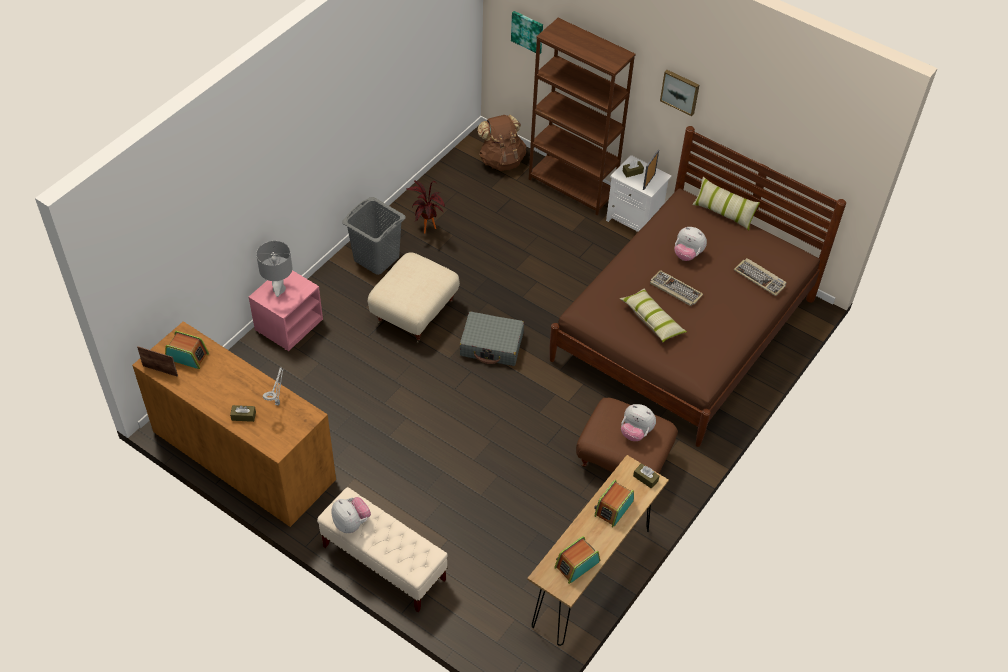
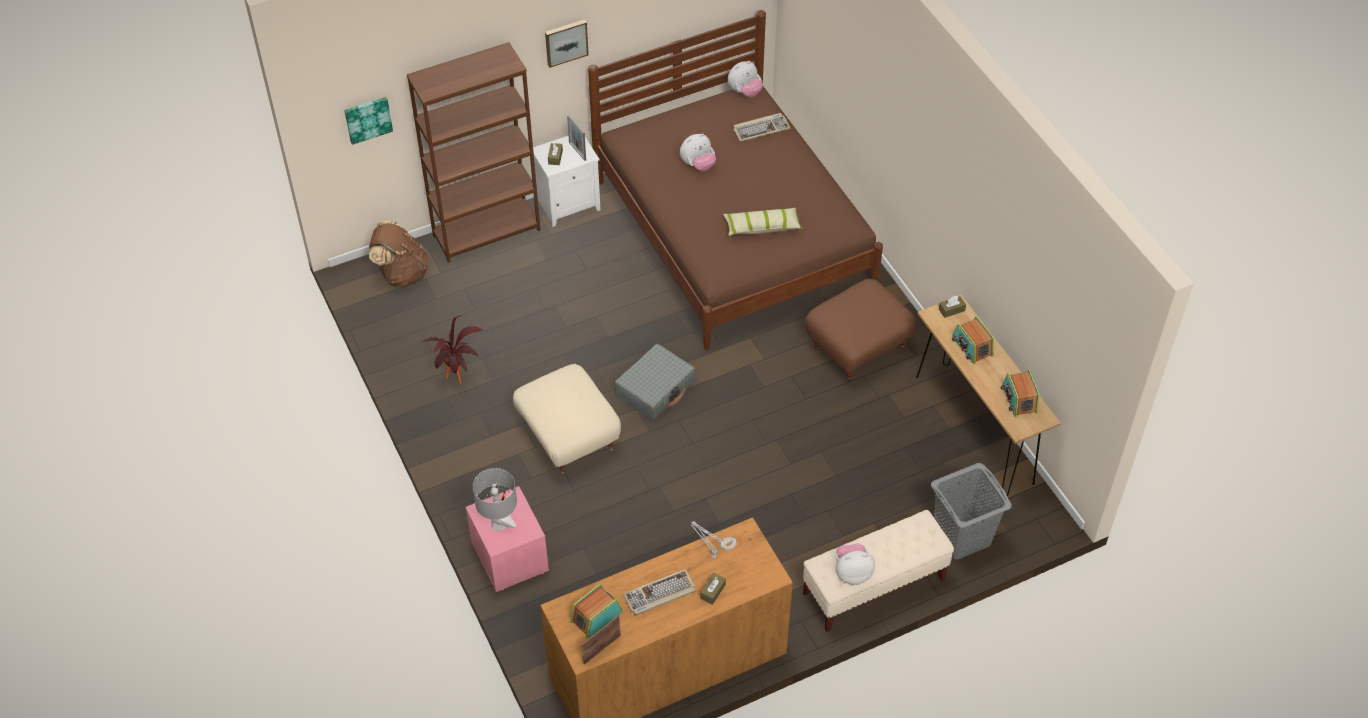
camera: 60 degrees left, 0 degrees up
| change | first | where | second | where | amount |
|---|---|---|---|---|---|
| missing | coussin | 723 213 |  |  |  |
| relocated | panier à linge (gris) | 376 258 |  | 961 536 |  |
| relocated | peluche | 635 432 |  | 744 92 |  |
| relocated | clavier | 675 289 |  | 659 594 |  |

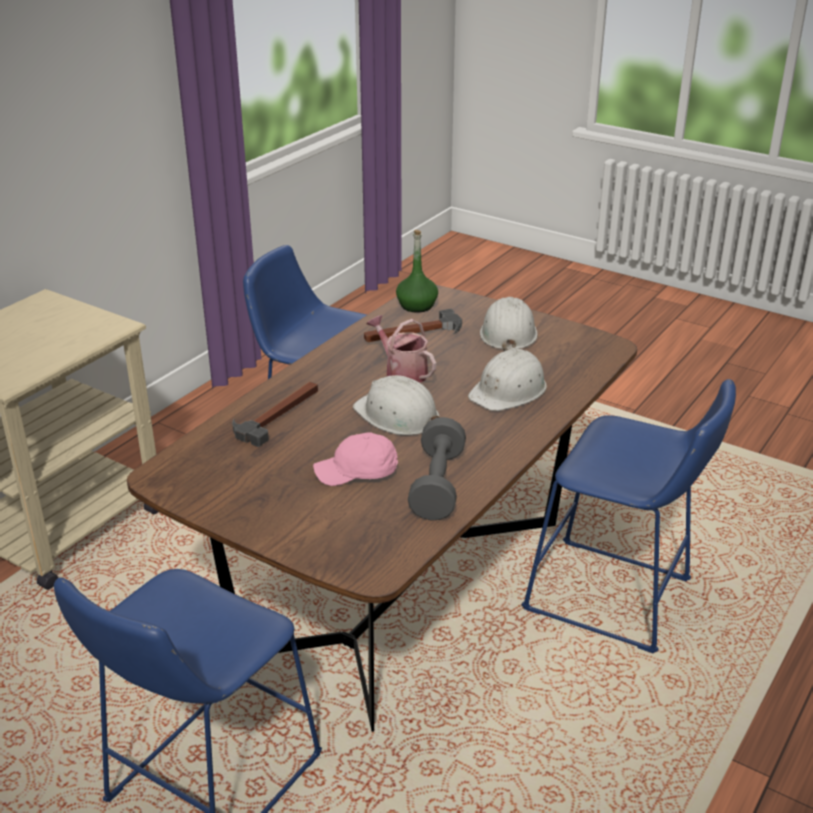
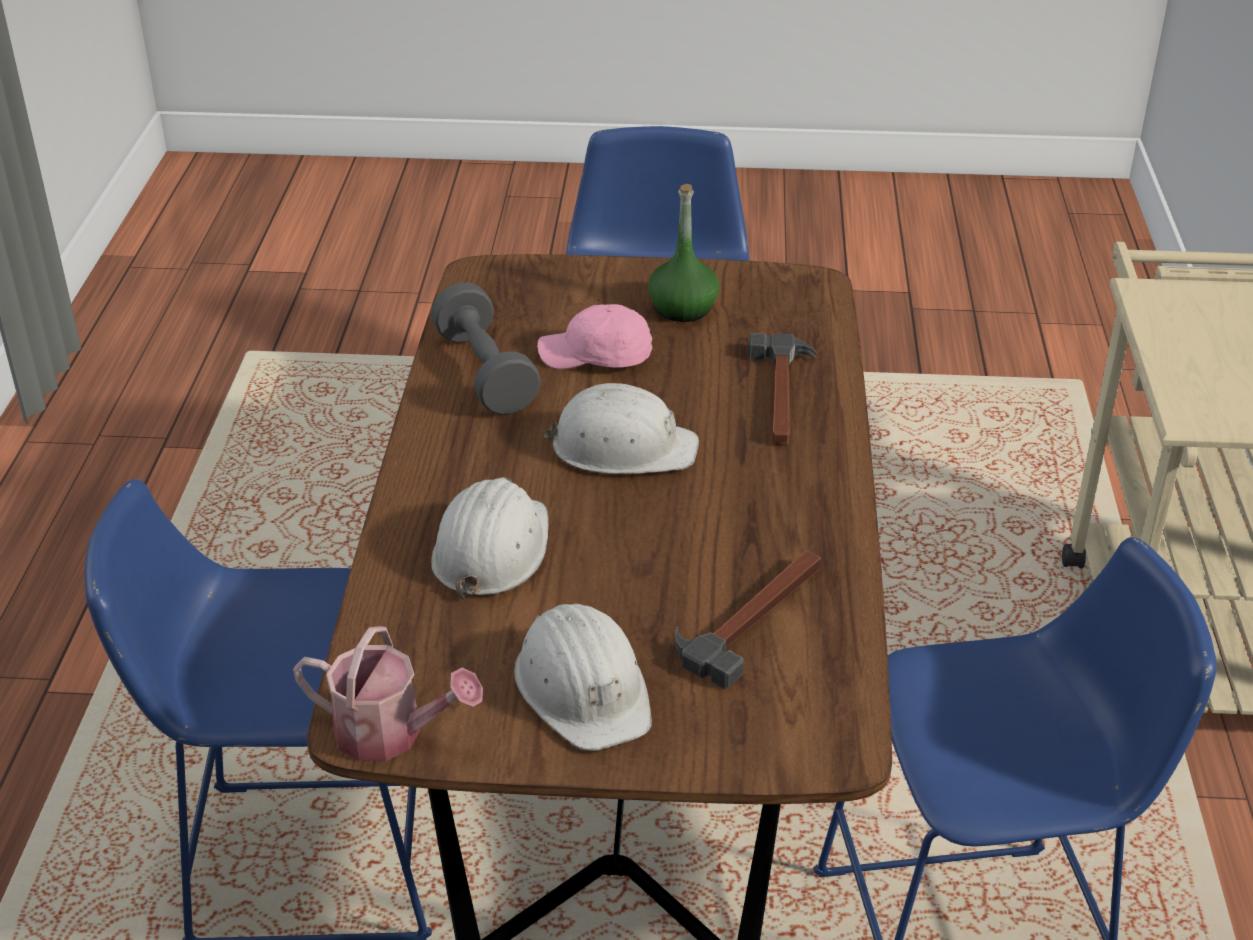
camera: 150 degrees right, 5 degrees up
| change | first | where | second | where | amount |
|---|---|---|---|---|---|
| relocated | arrosoir | 402 372 |  | 390 733 |  |
| relocated | bouteille (vert) | 417 305 |  | 683 308 |  |
| spun | casquette (rose) | 357 472 |  | 596 357 | 135 degrees counterclockwise |

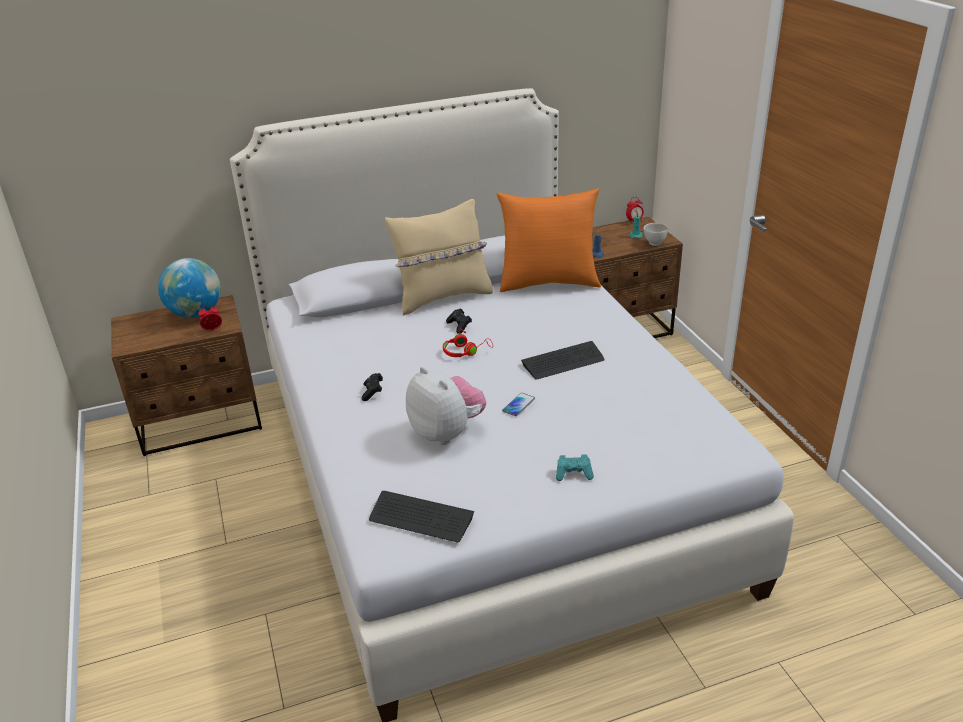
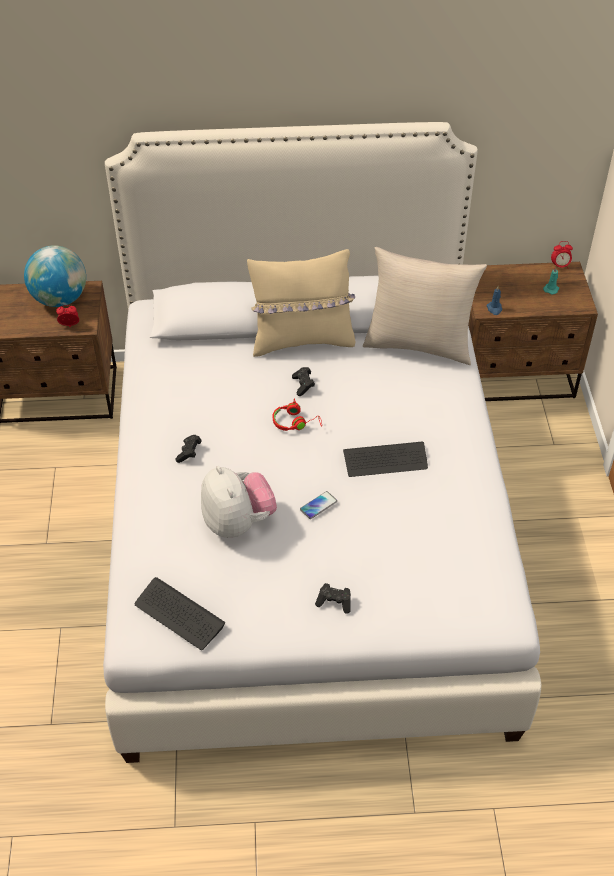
camera: 15 degrees right, 15 degrees up
| change | first | where | second | where | amount |
|---|---|---|---|---|---|
| missing | bol (blanc) | 654 243 |  |  |  |
| colour | coussin (orange) | 548 282 | coussin (beige) | 419 344 |  |
| colour | manette (turquoise) | 574 474 | manette (noir) | 334 602 |  |

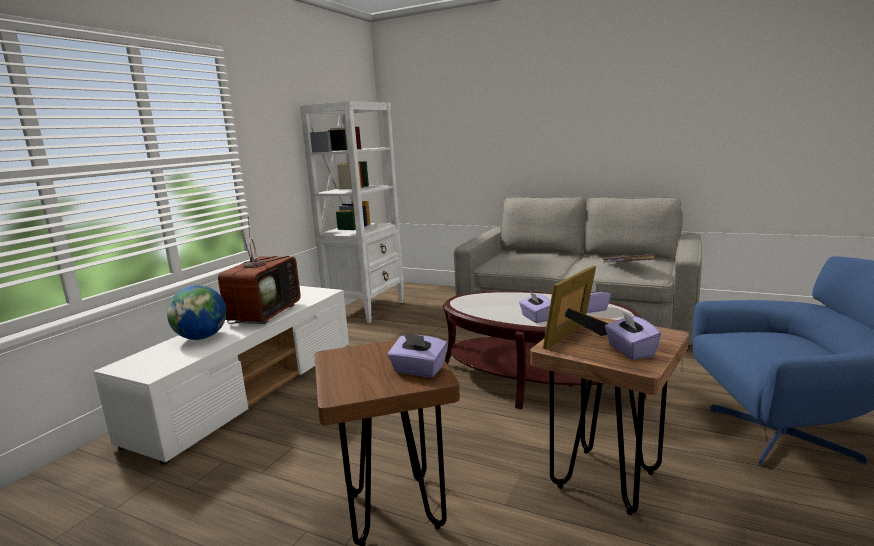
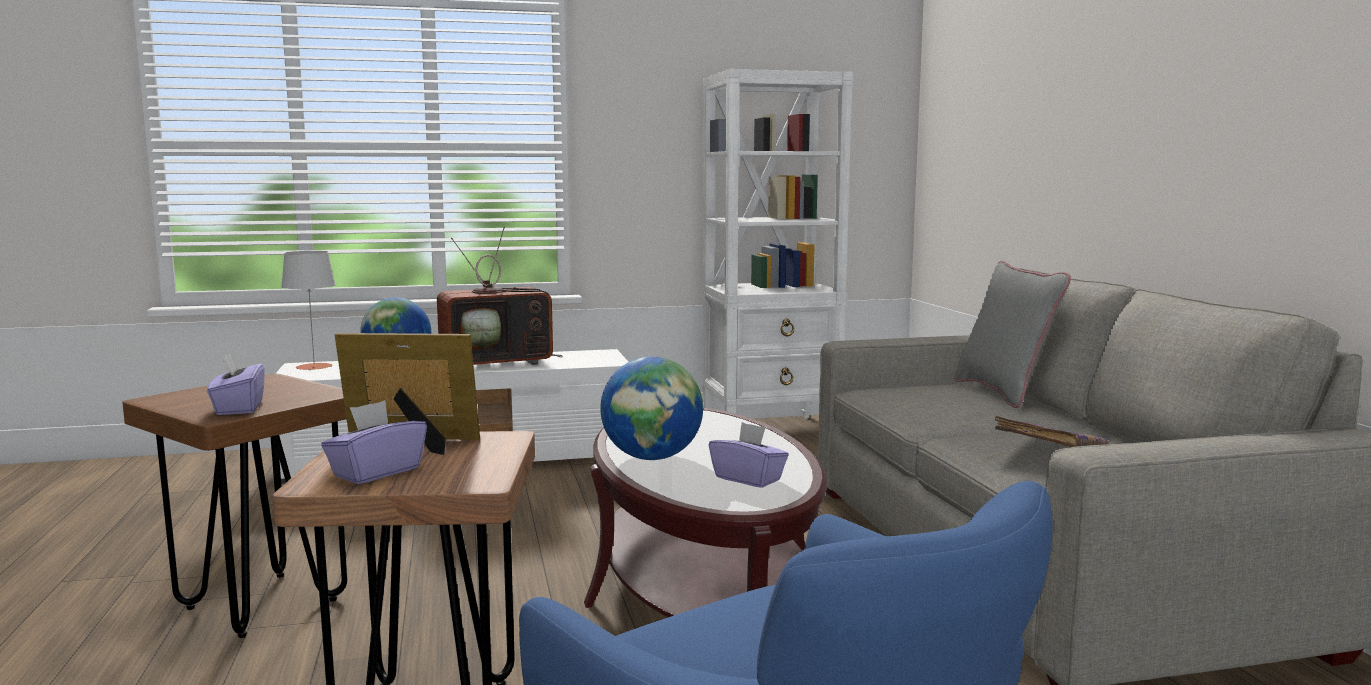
camera: 50 degrees right, 5 degrees down
| change | first | where | second | where | amount |
|---|---|---|---|---|---|
| appeared |  |  | lampe de table (gris) | 314 366 |  |
| appeared |  |  | coussin (gris) | 1004 393 |  |
| exchanged | boîte à mouchoirs (violet) | 536 318 | globe | 652 458 |  |

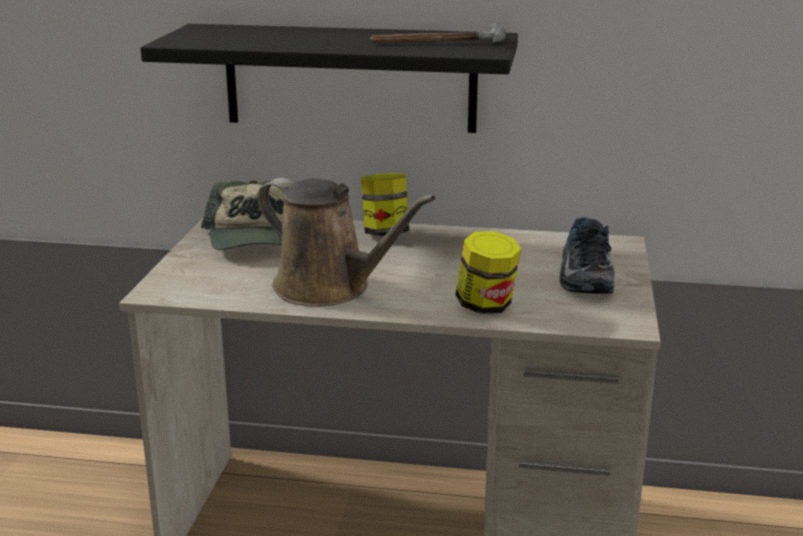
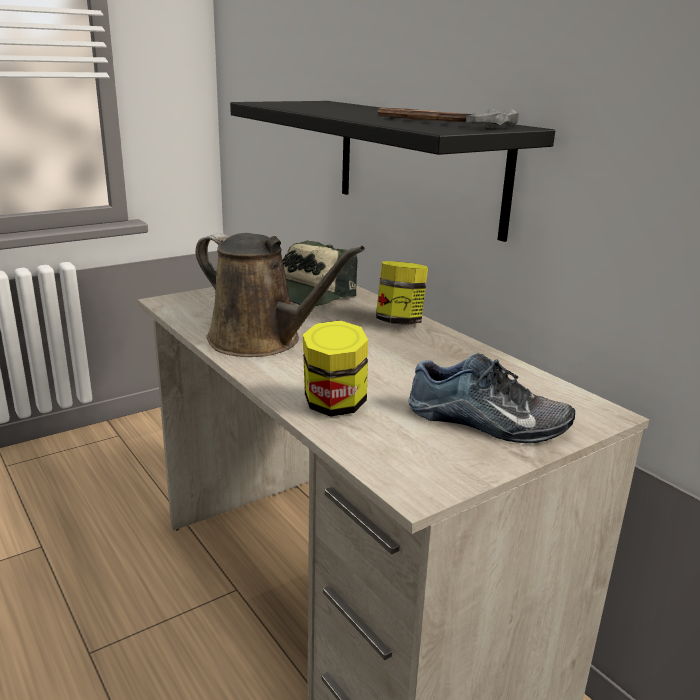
camera: 45 degrees right, 0 degrees up
| change | first | where | second | where | amount |
|---|---|---|---|---|---|
| spun | arrosoir (marron) | 329 289 |  | 261 341 | 45 degrees counterclockwise |
| spun | chaussure | 582 275 |  | 486 422 | 120 degrees counterclockwise |

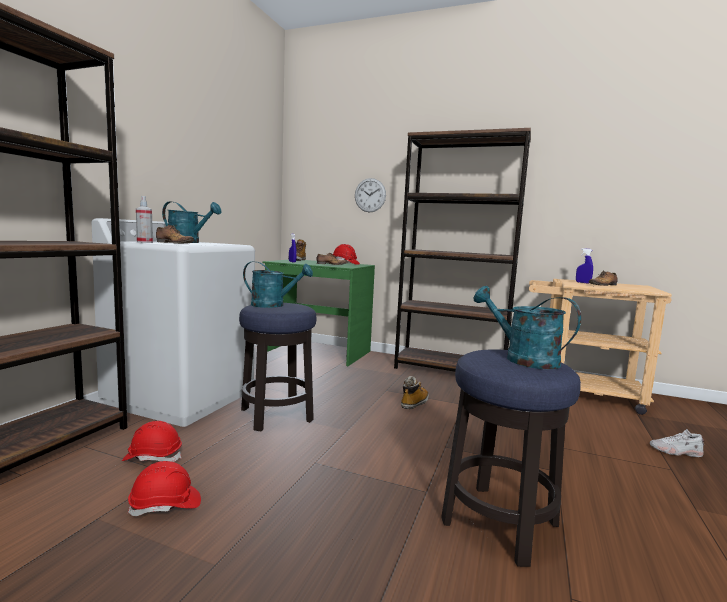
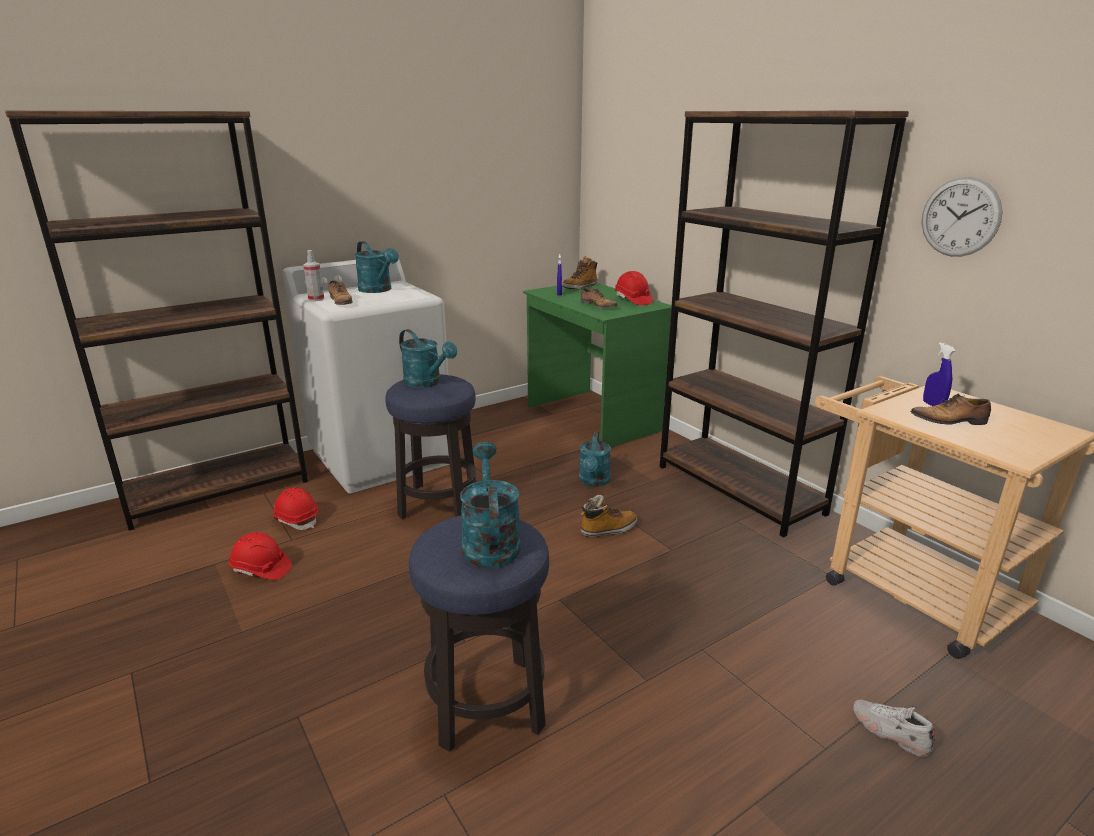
camera: 35 degrees right, 15 degrees up
| change | first | where | second | where | amount |
|---|---|---|---|---|---|
| appeared |  |  | arrosoir (turquoise) | 594 482 |  |
| relocated | horloge murale | 370 195 |  | 960 217 |  |

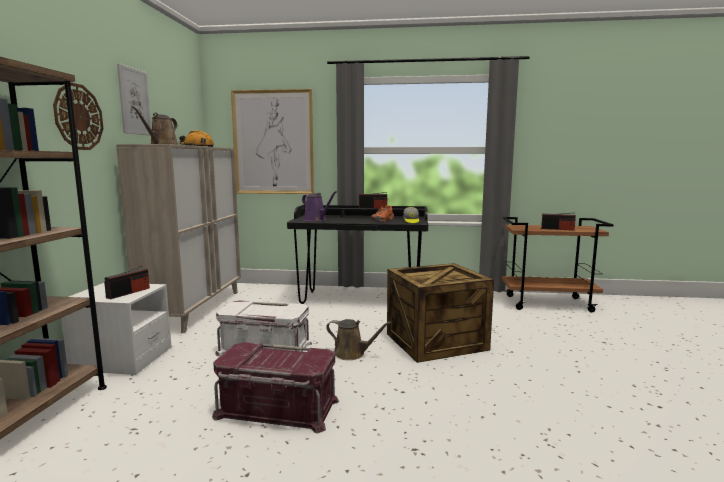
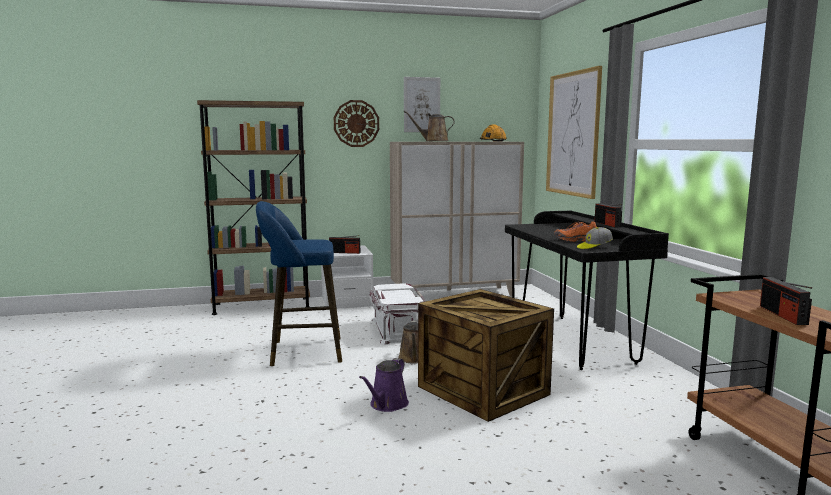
camera: 70 degrees right, 0 degrees up
| change | first | where | second | where | amount |
|---|---|---|---|---|---|
| relocated | arrosoir (violet) | 316 220 |  | 387 405 |  |
| exchanged | boîte de rangement (rouge) | 276 409 | tabouret (bleu) | 301 352 |  |

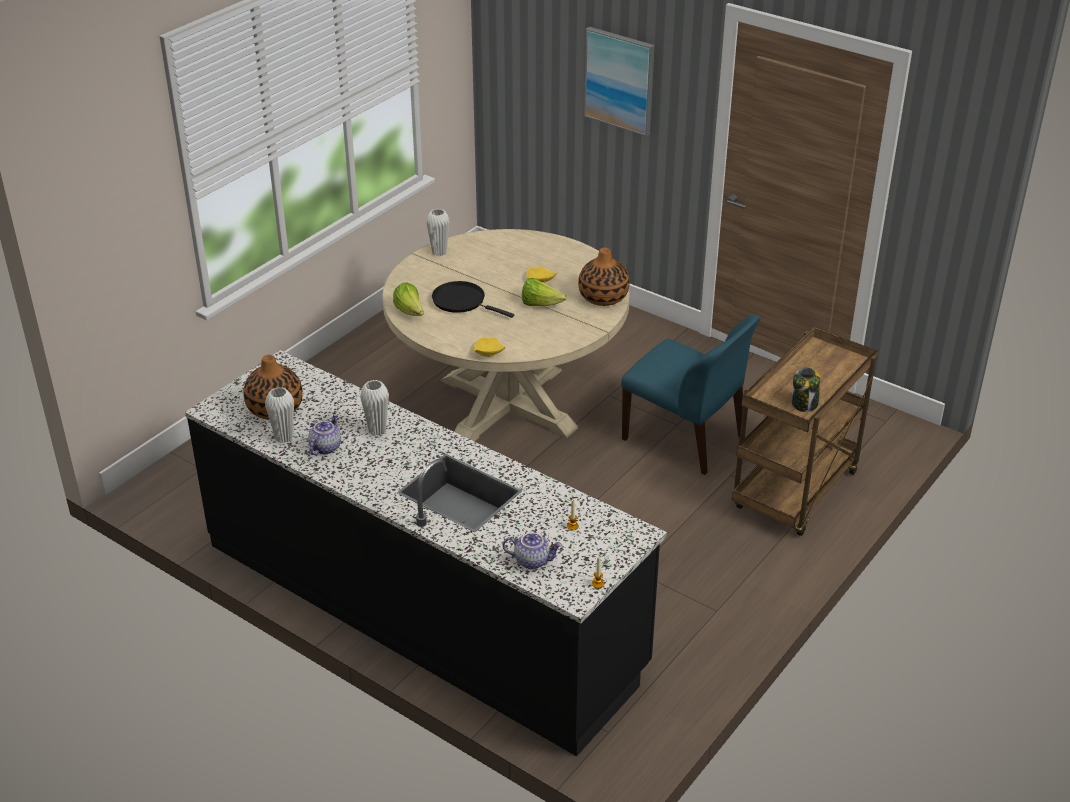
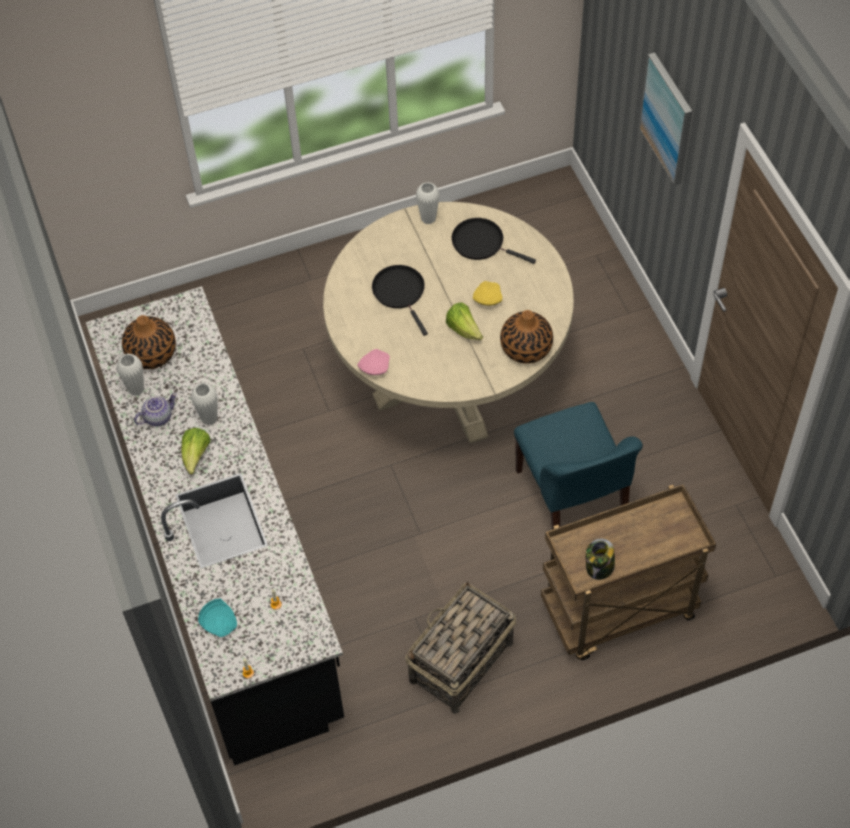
camera: 35 degrees right, 20 degrees up
| change | first | where | second | where | amount |
|---|---|---|---|---|---|
| appeared |  |  | panier | 460 662 |  |
| appeared |  |  | poêle (noir) | 481 243 |  |
| relocated | laitue | 410 312 |  | 196 456 |  |
| exchanged | théière | 532 560 | assiette (turquoise) | 219 622 |  |
| colour | assiette (jaune) | 488 353 | assiette (rose) | 374 367 |  |

